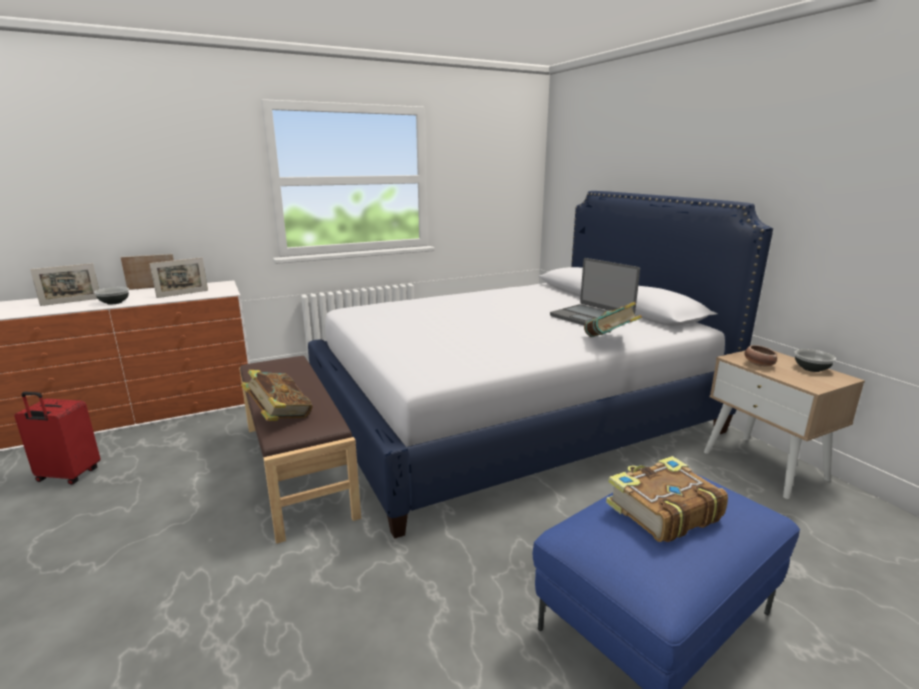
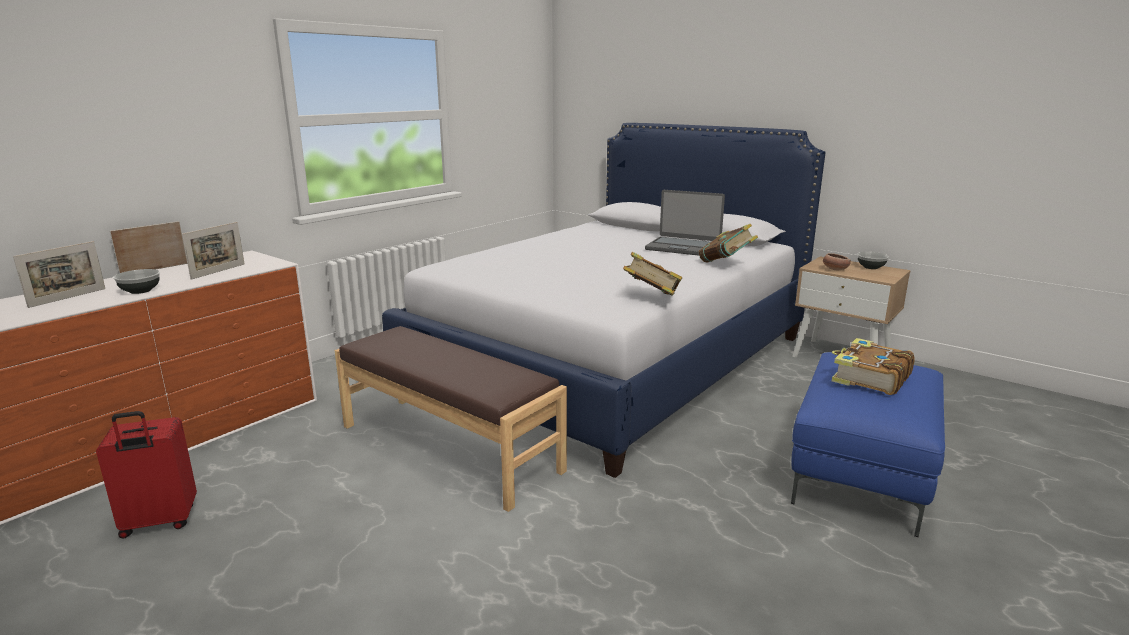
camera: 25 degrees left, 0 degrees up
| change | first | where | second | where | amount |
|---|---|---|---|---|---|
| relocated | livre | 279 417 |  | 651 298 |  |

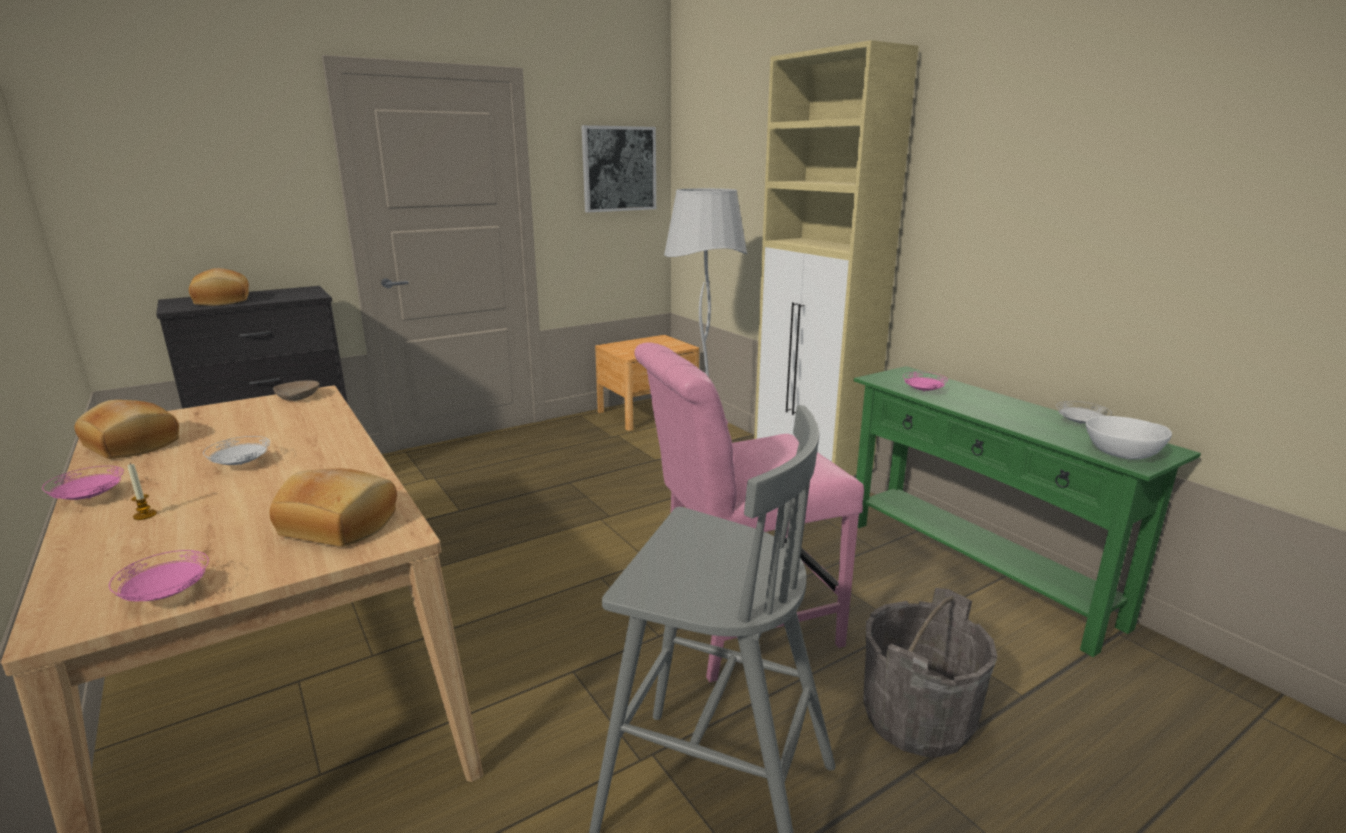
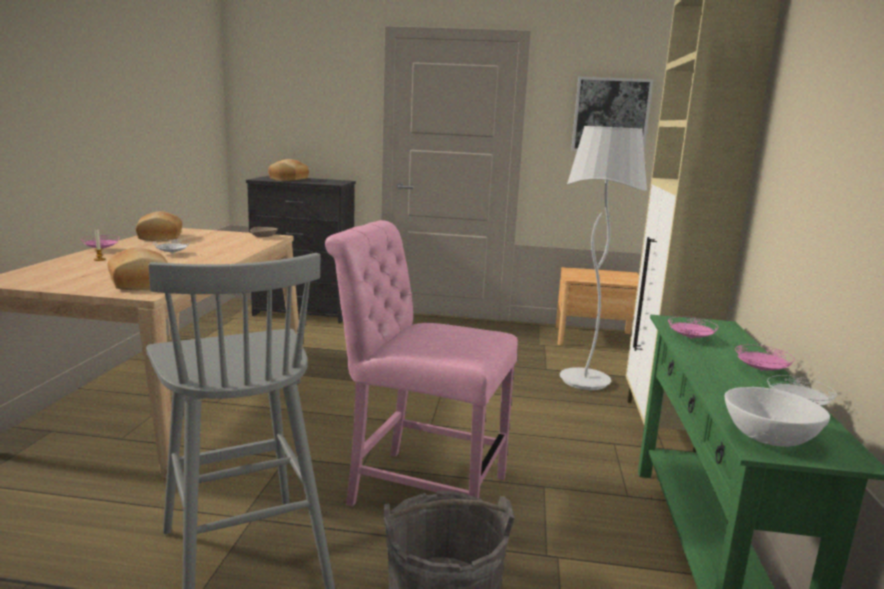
camera: 40 degrees right, 5 degrees down
| change | first | where | second | where | amount |
|---|---|---|---|---|---|
| relocated | assiette (rose) | 167 595 |  | 761 370 |  |

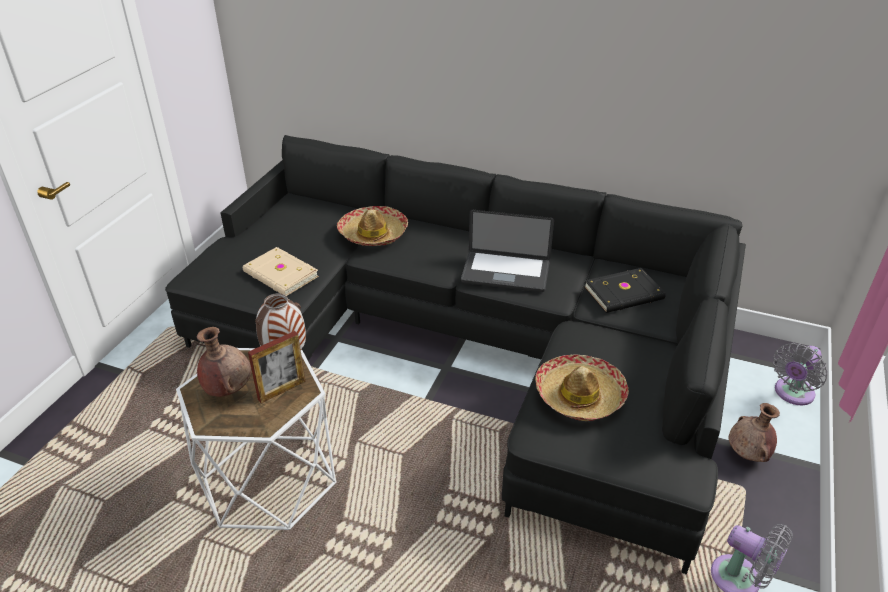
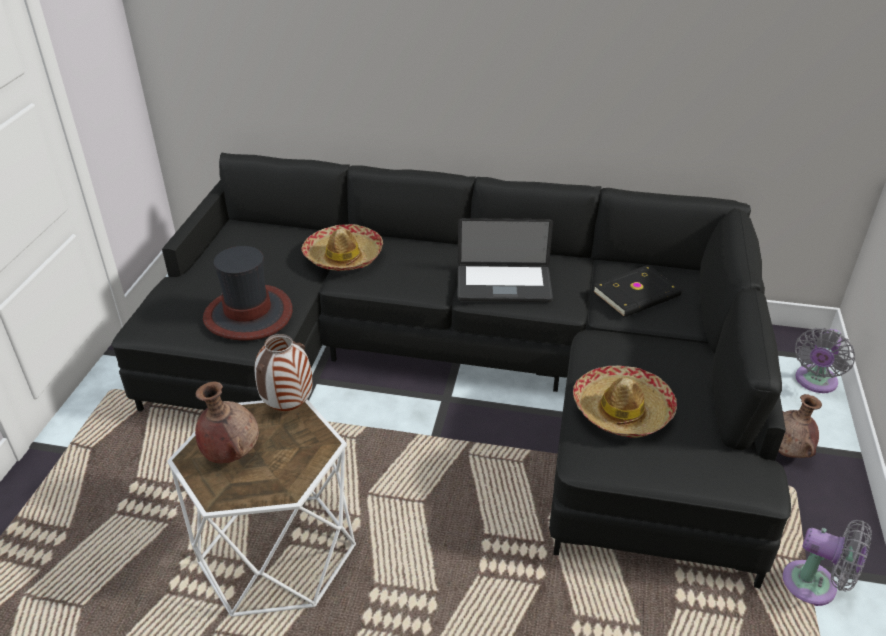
camera: 10 degrees left, 0 degrees up
| change | first | where | second | where | amount |
|---|---|---|---|---|---|
| missing | cadre photo | 282 390 |  |  |  |
| exchanged | livre (beige) | 280 275 | chapeau | 249 314 |  |

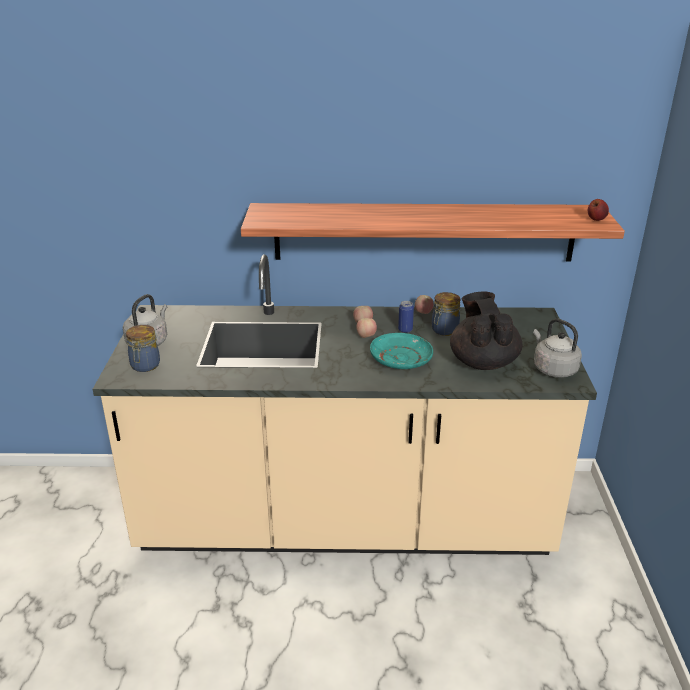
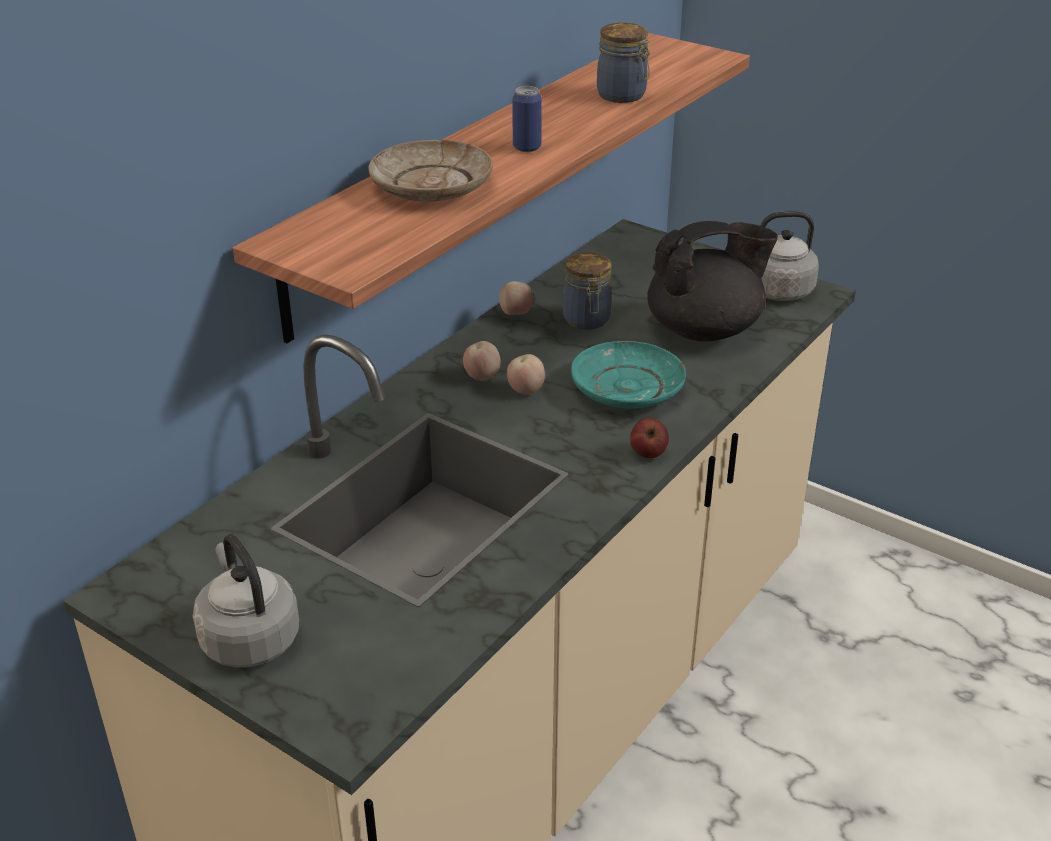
camera: 55 degrees left, 5 degrees up
| change | first | where | second | where | amount |
|---|---|---|---|---|---|
| appeared |  |  | assiette (beige) | 431 187 |  |
| relocated | bocal | 145 366 |  | 623 96 |  |
| relocated | boîte métallique | 405 330 |  | 527 147 |  |
| relocated | pomme | 596 219 |  | 648 453 |  |
| spun | théière (noir) | 483 362 |  | 705 330 | 135 degrees clockwise |

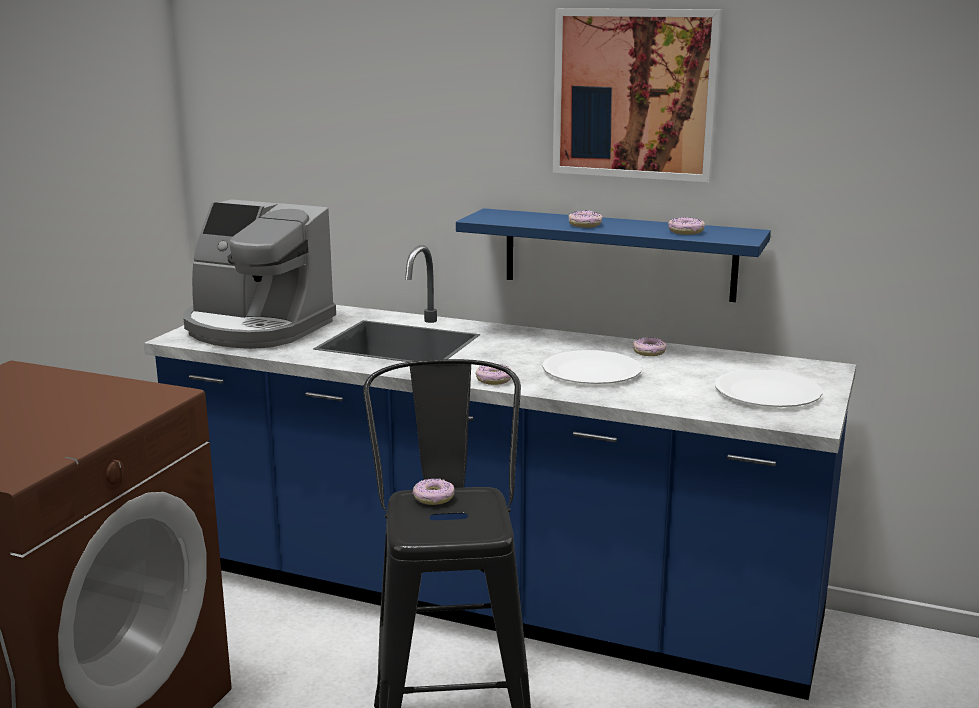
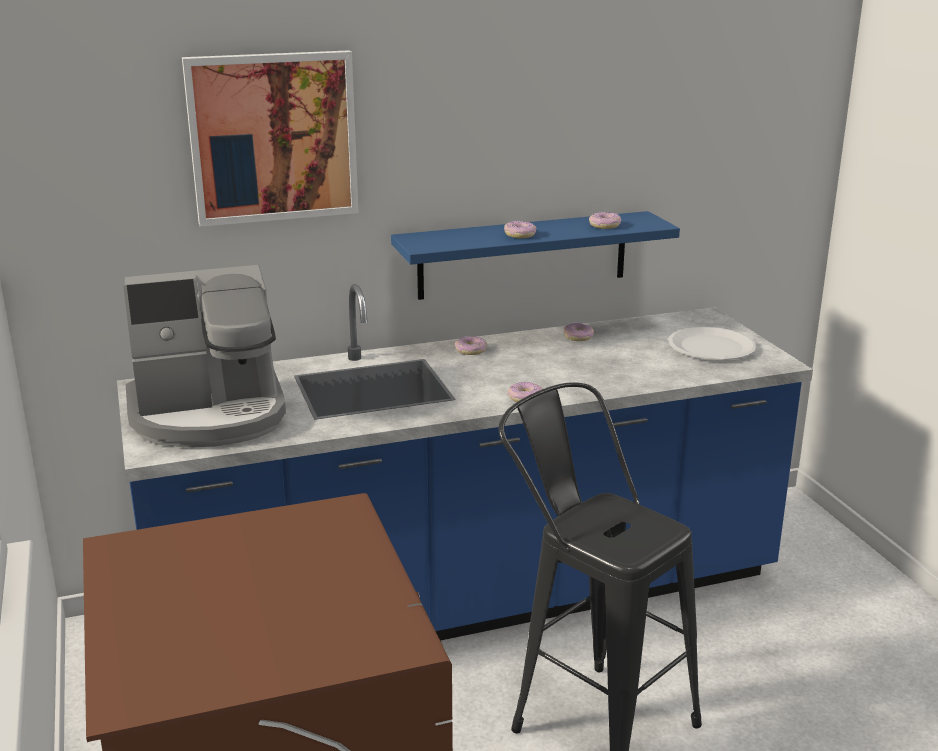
camera: 40 degrees left, 5 degrees up
| change | first | where | second | where | amount |
|---|---|---|---|---|---|
| missing | assiette (blanc) | 592 371 |  |  |  |
| relocated | beignet | 433 498 |  | 471 350 |  |
| relocated | tableau | 635 94 |  | 273 137 |  |

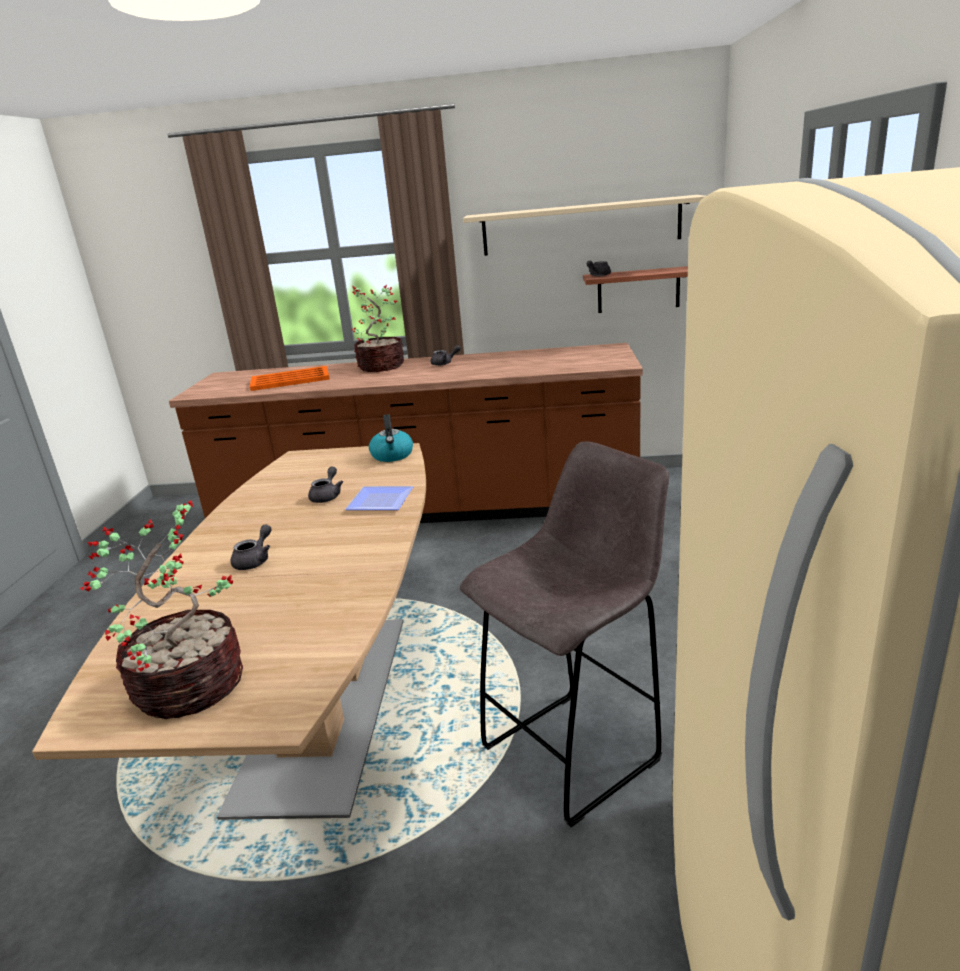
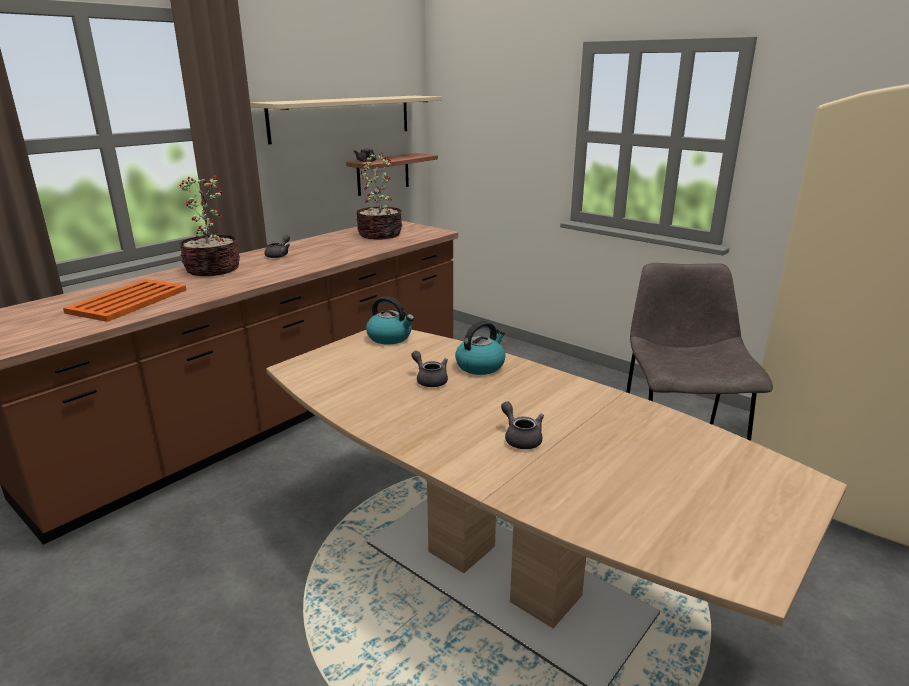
camera: 55 degrees left, 0 degrees up
| change | first | where | second | where | amount |
|---|---|---|---|---|---|
| relocated | plante en pot | 193 685 |  | 379 234 |  |
| exchanged | assiette | 379 500 | bouilloire | 480 366 |  |

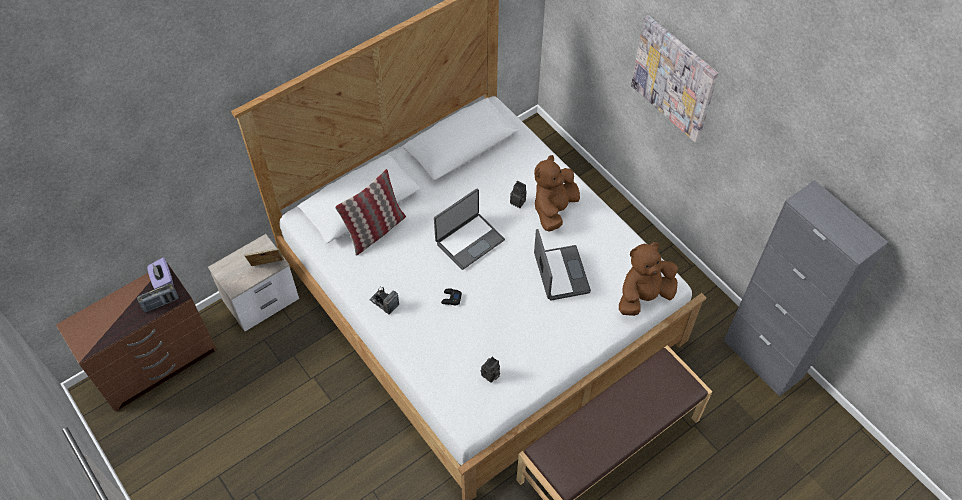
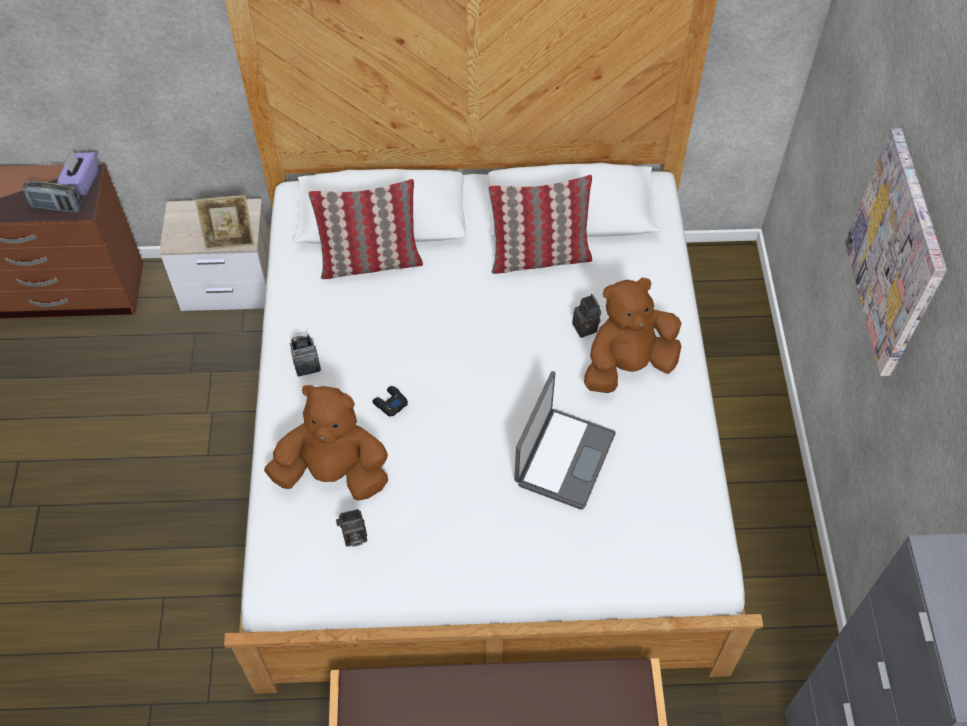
camera: 35 degrees right, 0 degrees up
| change | first | where | second | where | amount |
|---|---|---|---|---|---|
| missing | ordinateur portable | 469 241 |  |  |  |
| appeared |  |  | coussin | 539 257 |  |
| relocated | peluche (marron) | 643 296 |  | 334 473 |  |
| spun | cadre photo | 268 267 |  | 230 240 | 150 degrees clockwise |

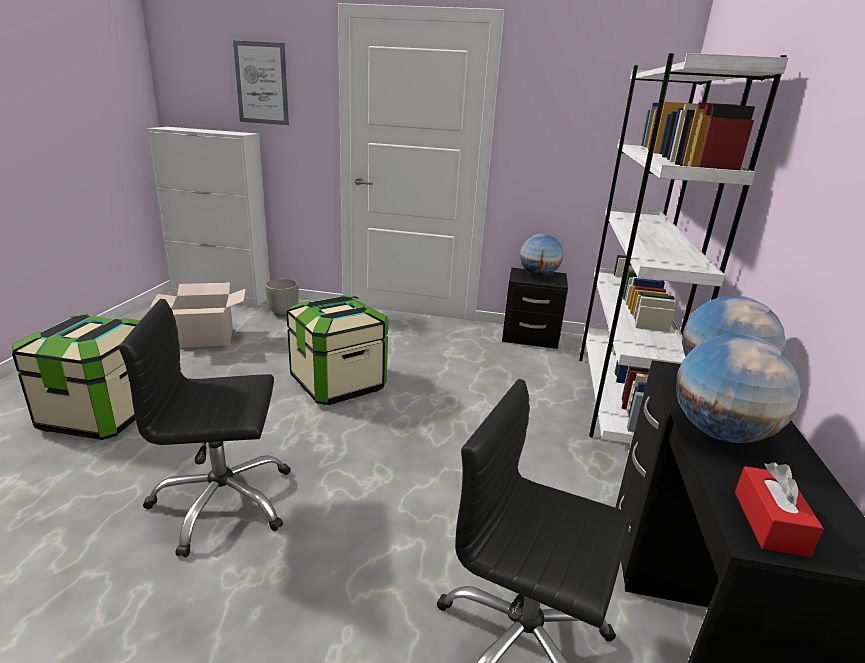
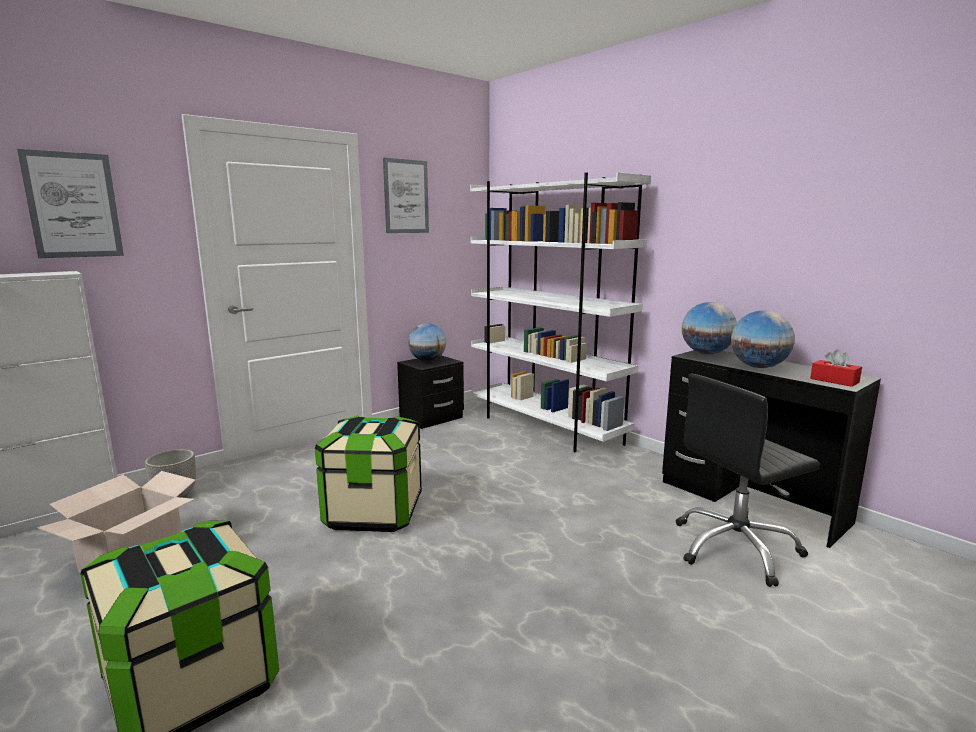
camera: 50 degrees left, 10 degrees down
| change | first | where | second | where | amount |
|---|---|---|---|---|---|
| missing | chaise de bureau (noir) | 222 502 |  |  |  |
| appeared |  |  | tableau | 406 196 |  |

